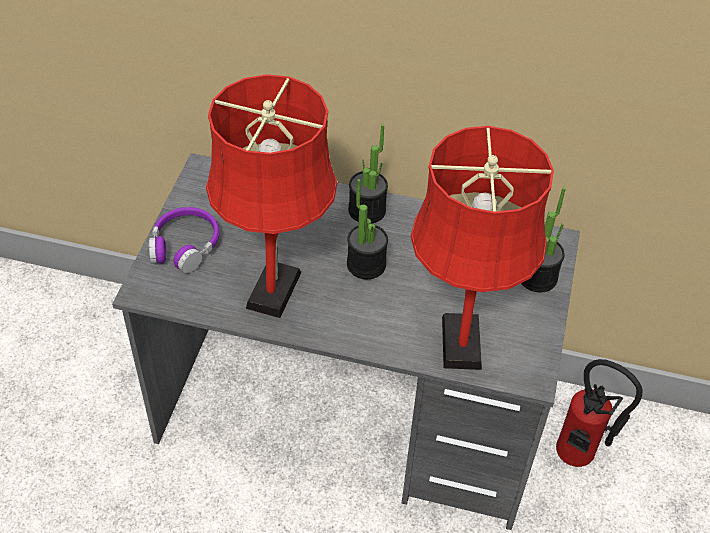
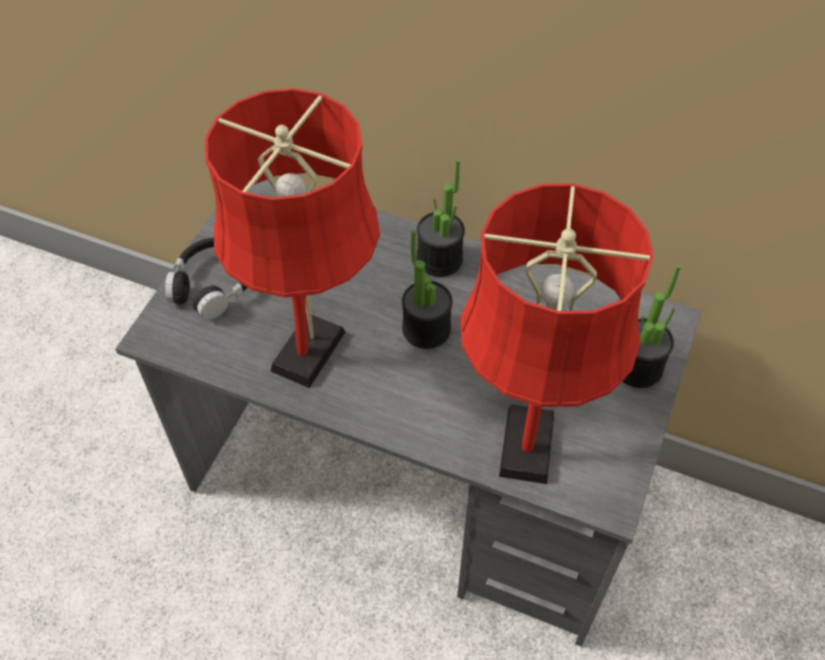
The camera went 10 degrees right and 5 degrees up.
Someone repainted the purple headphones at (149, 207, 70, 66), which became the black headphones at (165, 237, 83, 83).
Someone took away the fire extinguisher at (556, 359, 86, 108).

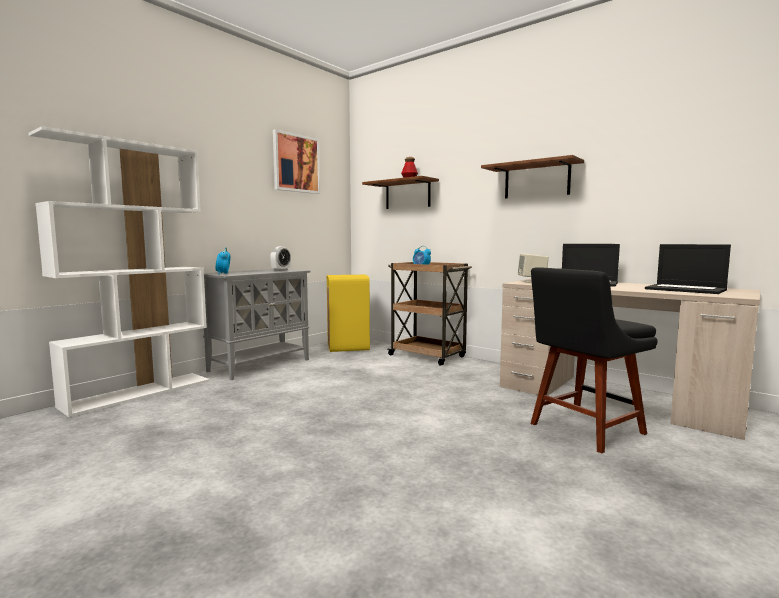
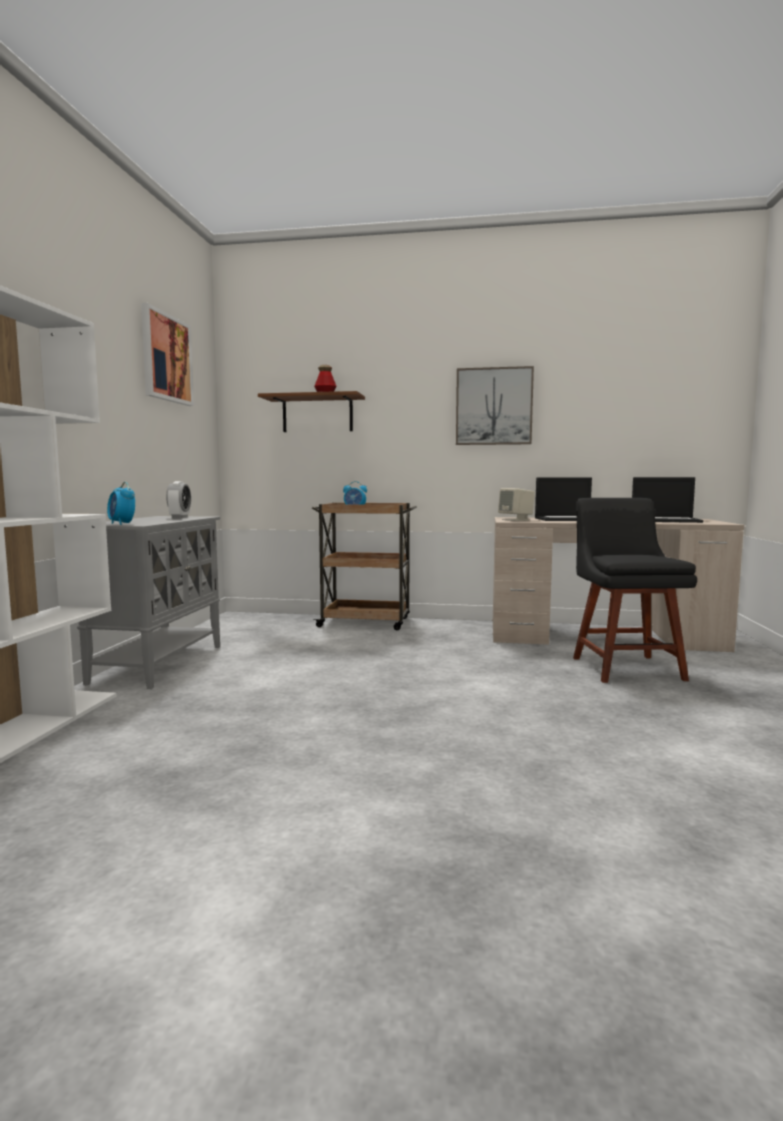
The camera went 30 degrees left and 0 degrees up.
Someone swapped the brown shelf at (481, 155, 103, 44) for the picture at (456, 366, 78, 79).
Someone rotated the black chair at (530, 267, 127, 187) by 150 degrees clockwise.
Someone took away the yellow trash can at (327, 275, 43, 77).

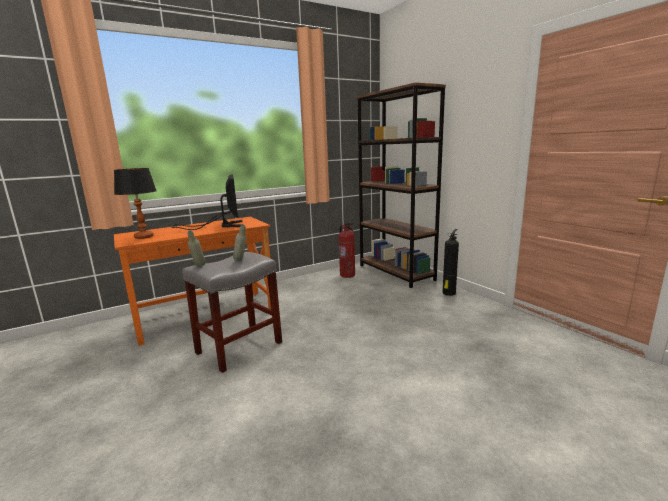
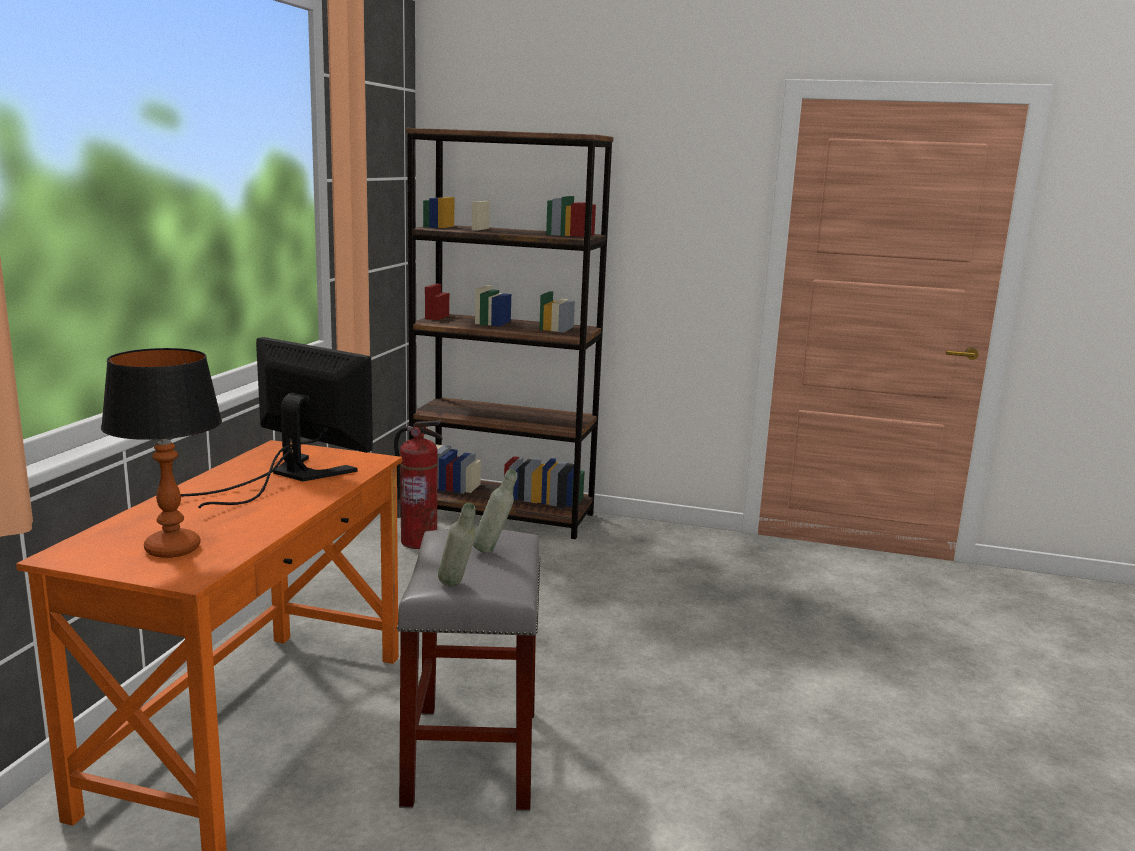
The camera went 45 degrees left and 0 degrees up.
Someone took away the fire extinguisher at (443, 229, 16, 67).

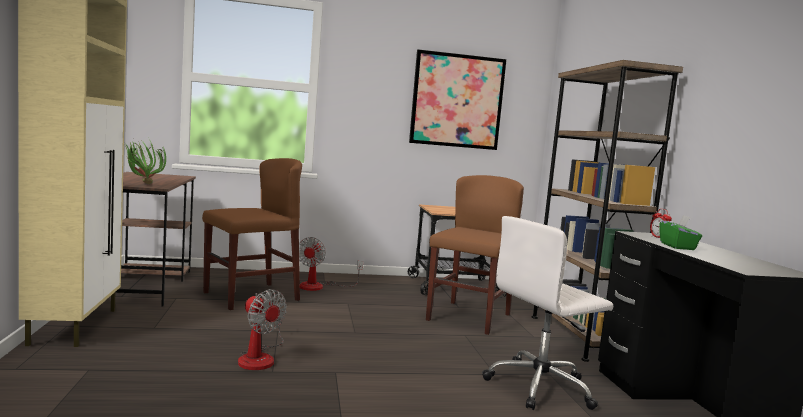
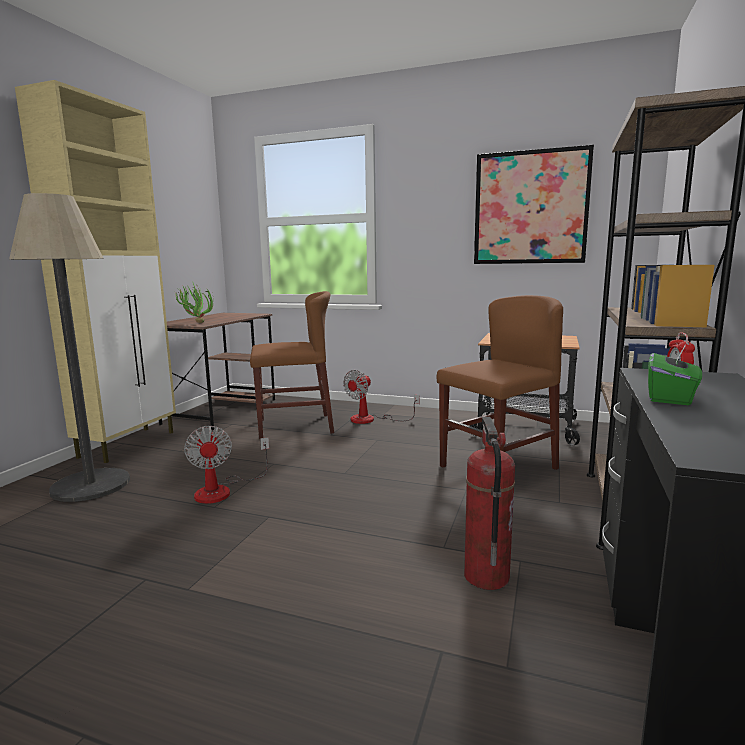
The camera went 30 degrees right and 5 degrees up.
Someone put down the floor lamp at (9, 193, 121, 309).
Someone swapped the white office chair at (482, 216, 131, 194) for the fire extinguisher at (464, 417, 51, 173).

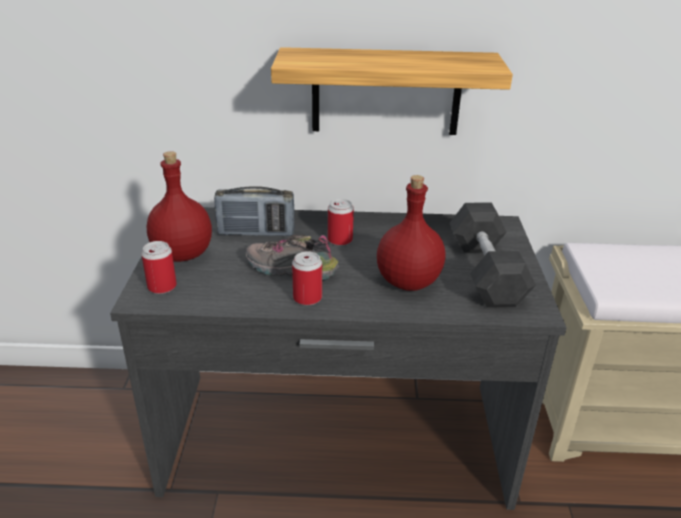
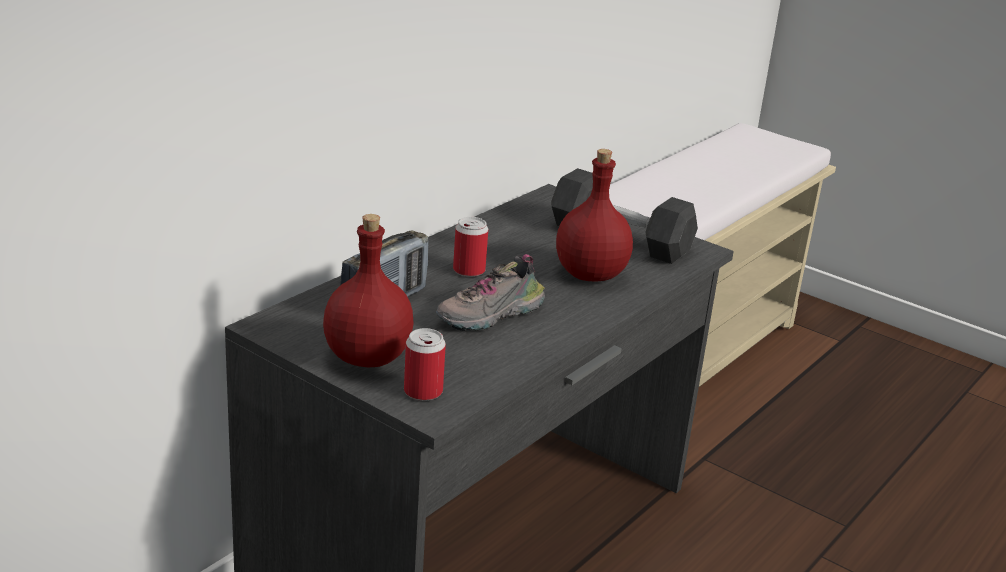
The camera went 55 degrees left and 5 degrees down.
Someone took away the shelf at (271, 47, 242, 88).
Someone took away the can at (292, 251, 30, 54).

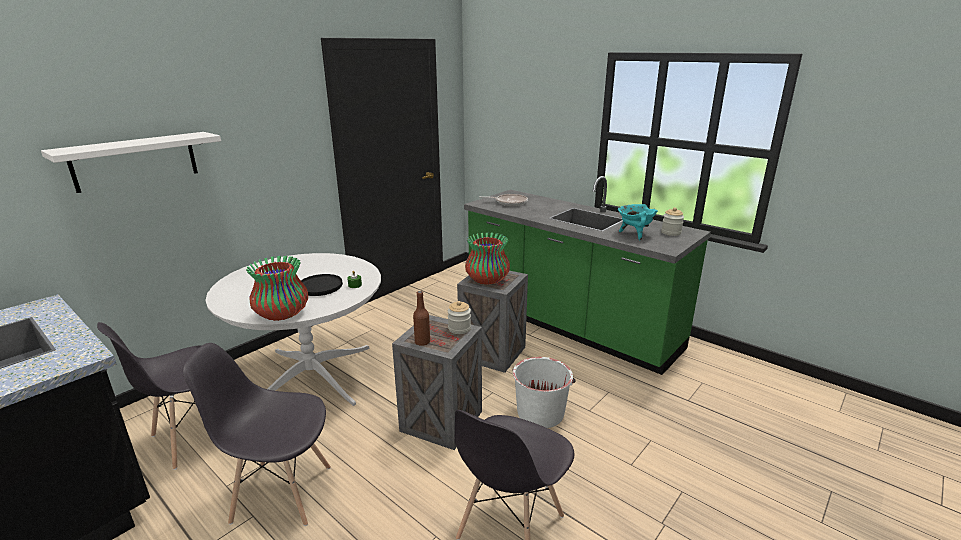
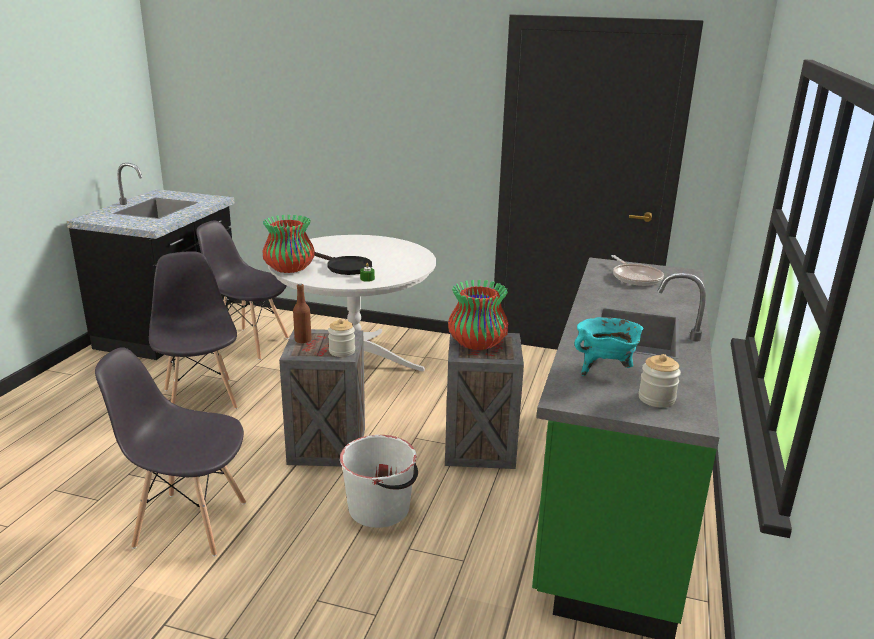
The camera went 65 degrees right and 0 degrees up.
Someone took away the white shelf at (41, 132, 180, 61).

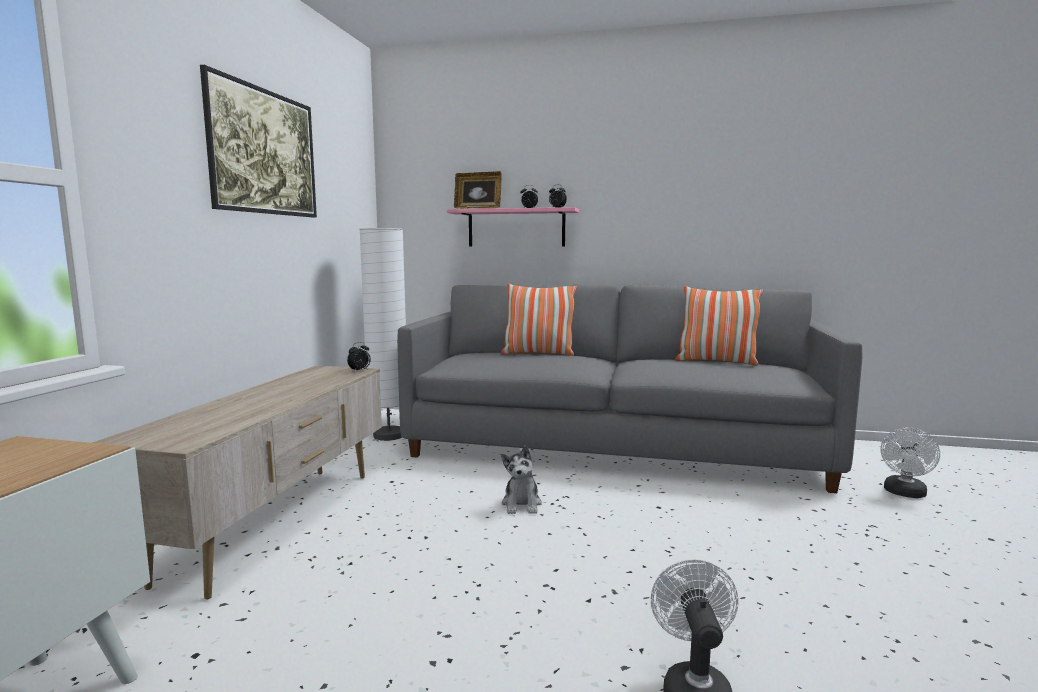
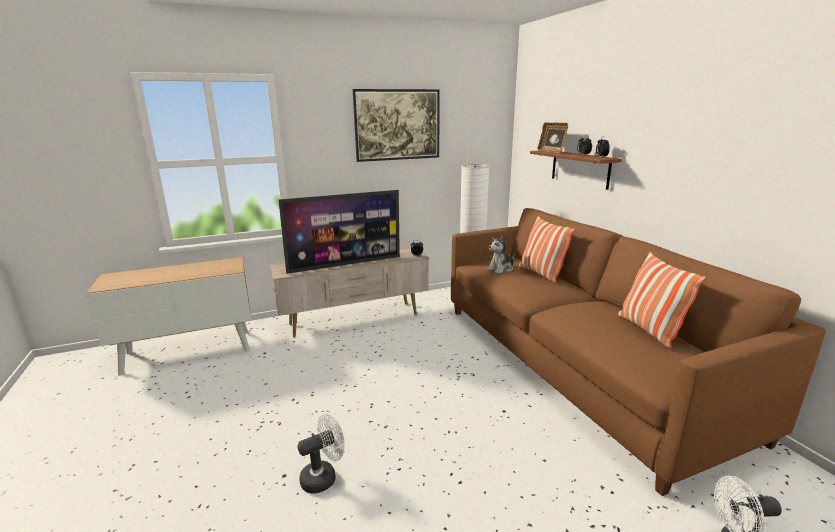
The camera went 55 degrees right and 10 degrees up.
Someone put down the television at (279, 190, 121, 84).
Someone repainted the grey sofa at (397, 284, 465, 209), which became the brown sofa at (451, 208, 375, 288).
Someone carried the plush toy from (501, 445, 41, 69) to (487, 235, 28, 39).
Someone repainted the pink shelf at (447, 207, 132, 39), which became the brown shelf at (530, 151, 92, 39).

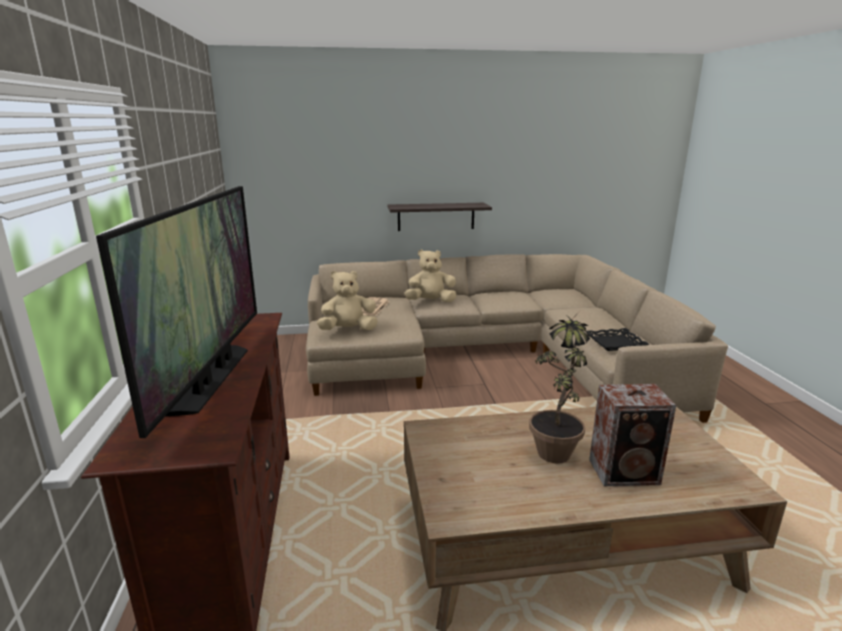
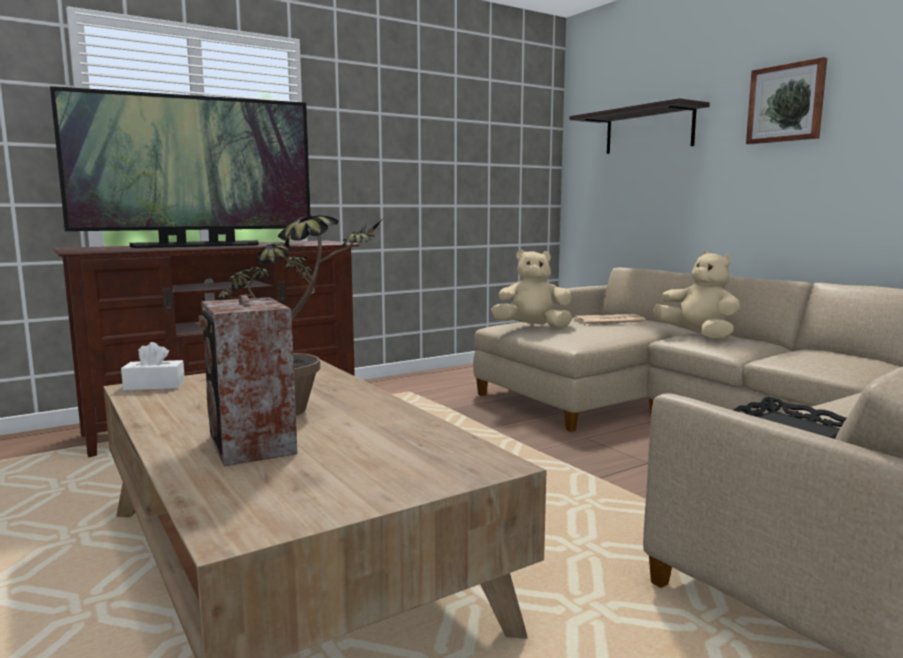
The camera went 65 degrees right and 10 degrees down.
Someone put down the white tissue box at (121, 342, 64, 48).
Someone rotated the beige plush toy at (317, 271, 61, 59) by 45 degrees counterclockwise.
Someone carried the shelf from (388, 203, 104, 28) to (570, 98, 140, 56).
Someone put up the picture at (746, 57, 81, 87).

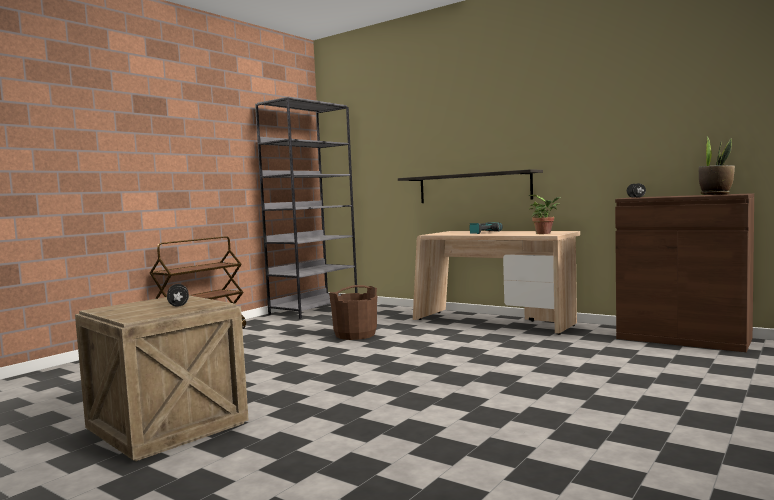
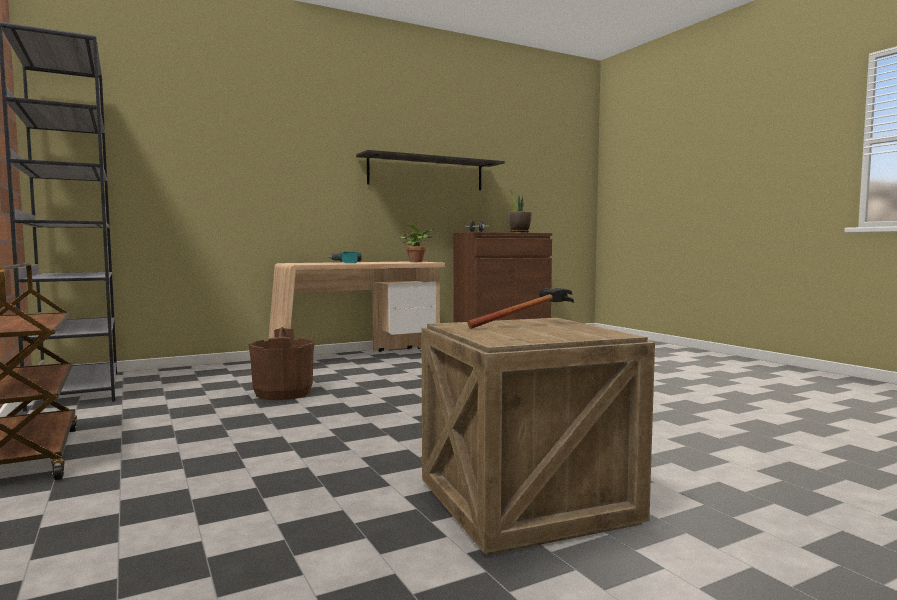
The camera went 65 degrees left and 0 degrees up.
Someone carried the shelf from (398, 169, 145, 34) to (356, 150, 149, 40).
Someone swapped the black dumbbell at (167, 284, 22, 23) for the hammer at (467, 288, 107, 41).

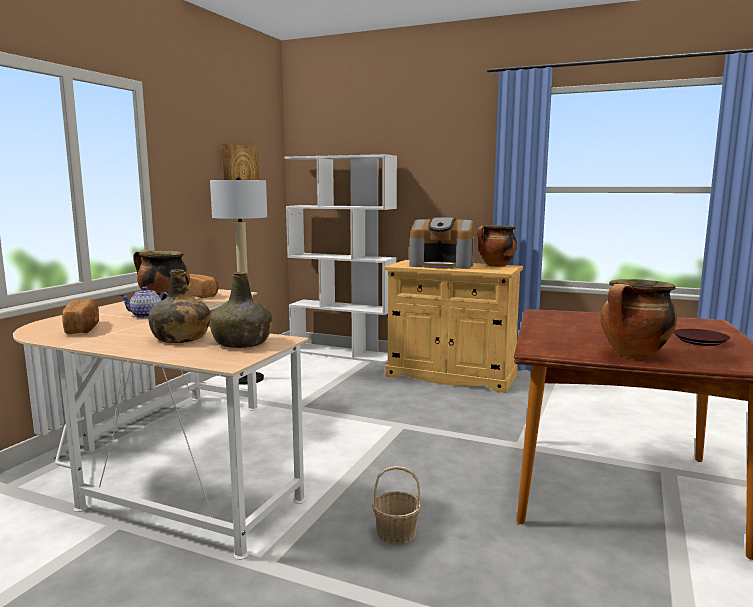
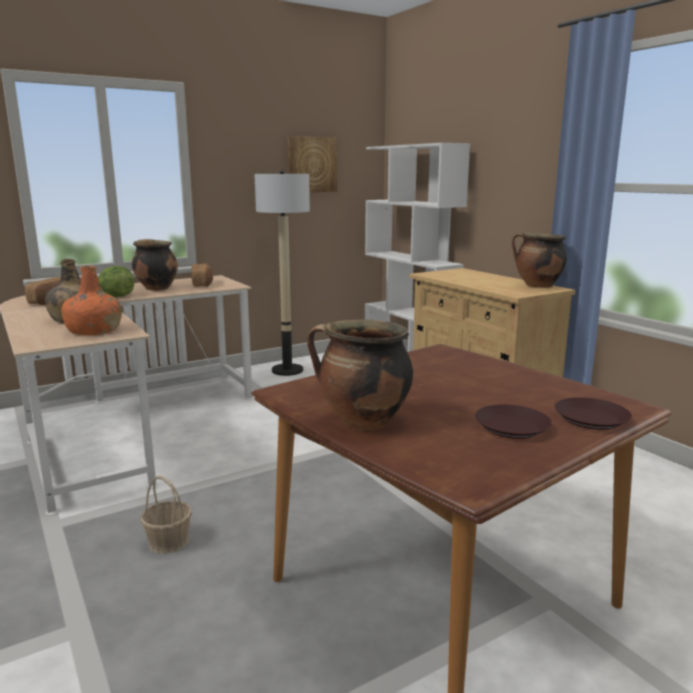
The camera went 35 degrees right and 5 degrees up.
Someone repainted the green bottle at (209, 272, 64, 76), which became the orange bottle at (61, 266, 61, 69).
Someone swapped the teapot at (119, 287, 49, 31) for the lettuce at (98, 266, 36, 31).
Someone put down the brown plate at (555, 397, 77, 33).
Someone took away the coffee machine at (409, 217, 65, 52).

